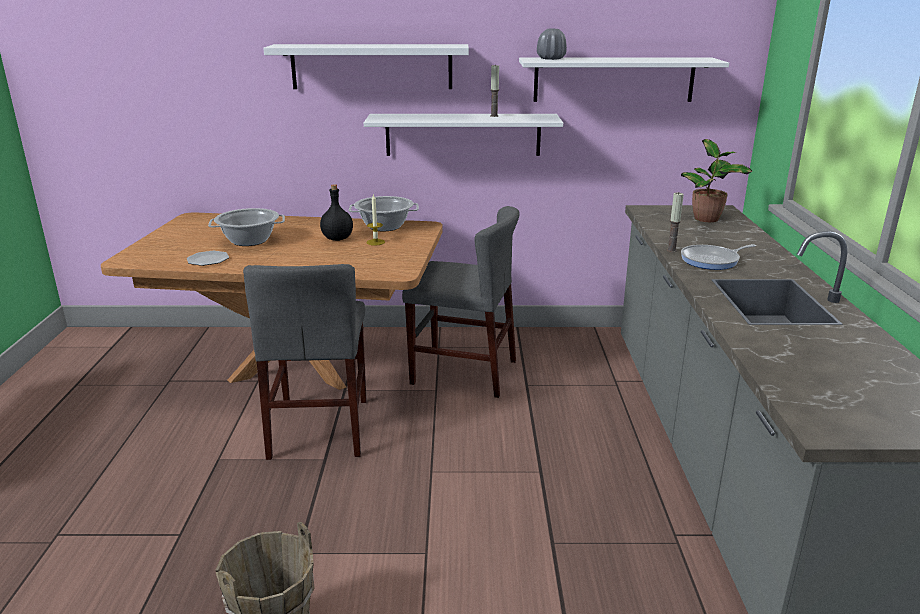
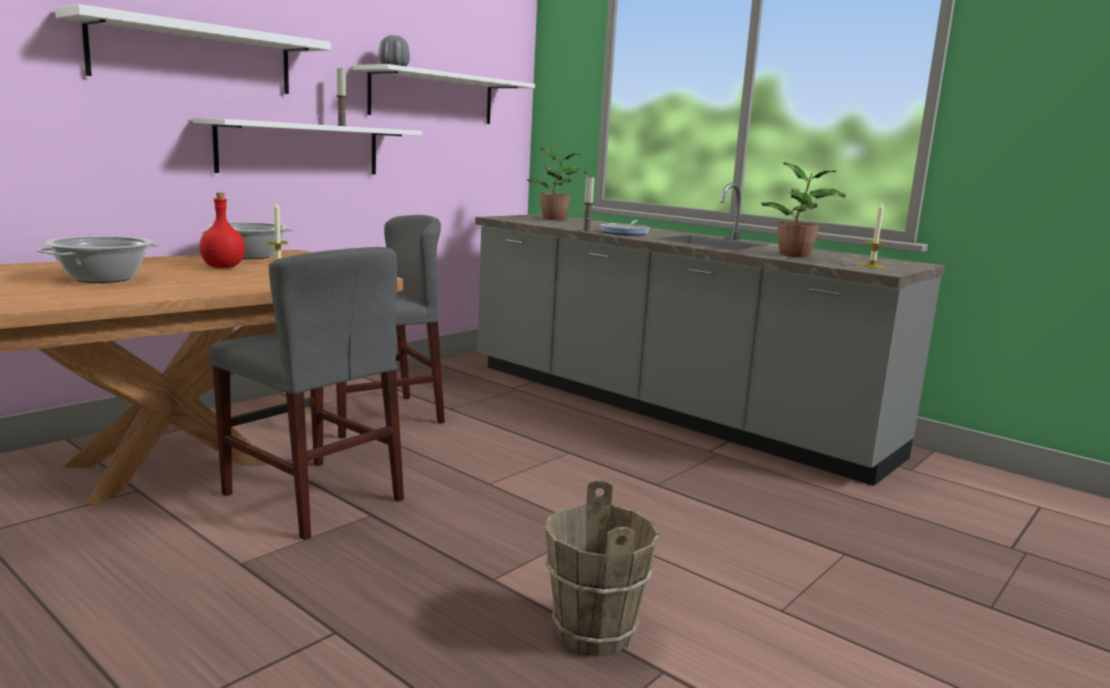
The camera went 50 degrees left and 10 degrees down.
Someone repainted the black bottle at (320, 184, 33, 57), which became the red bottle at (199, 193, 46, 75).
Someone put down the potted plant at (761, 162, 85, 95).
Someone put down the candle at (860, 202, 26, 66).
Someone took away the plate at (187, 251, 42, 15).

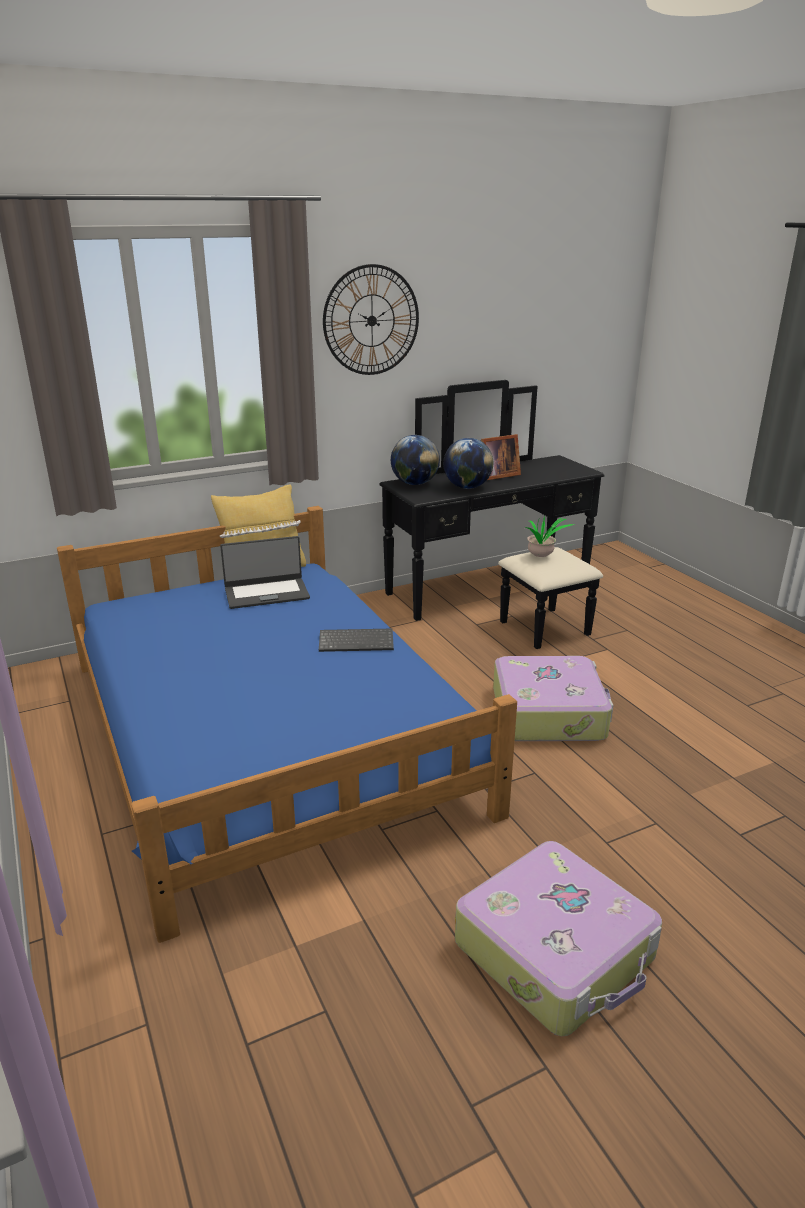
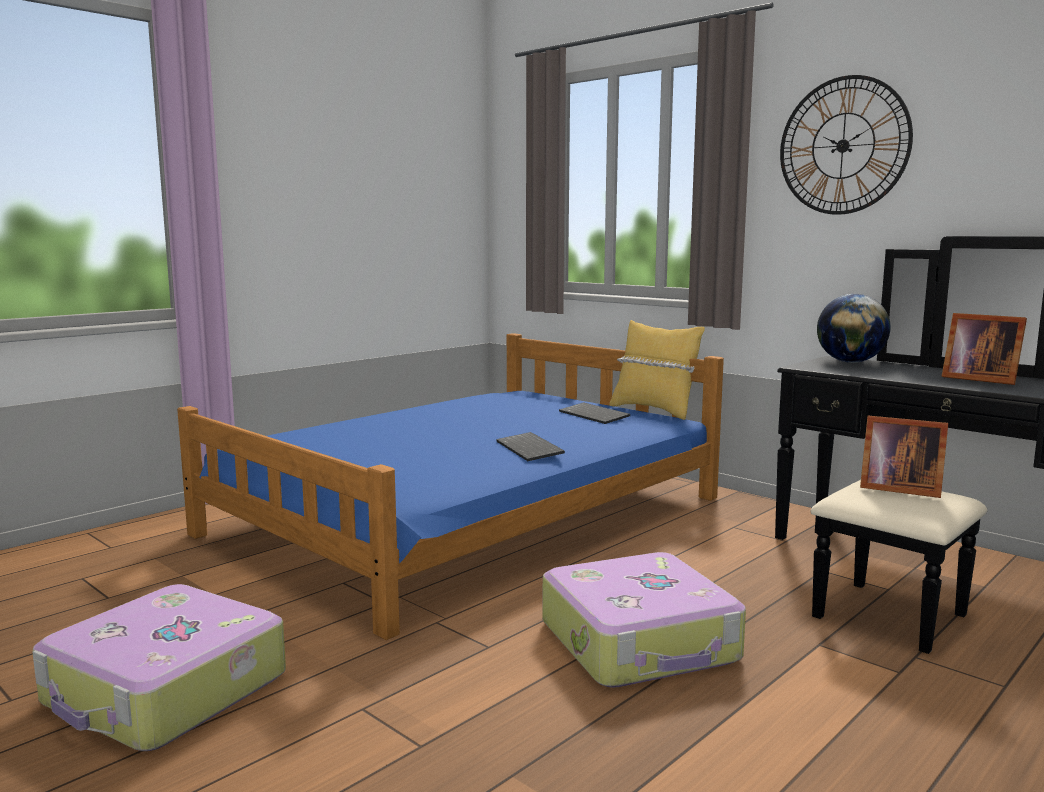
The camera went 70 degrees right and 15 degrees down.
Someone swapped the laptop at (220, 536, 90, 73) for the keyboard at (559, 402, 71, 22).
Someone swapped the potted plant at (526, 516, 49, 41) for the picture frame at (860, 416, 88, 82).
Someone took away the globe at (443, 438, 50, 51).

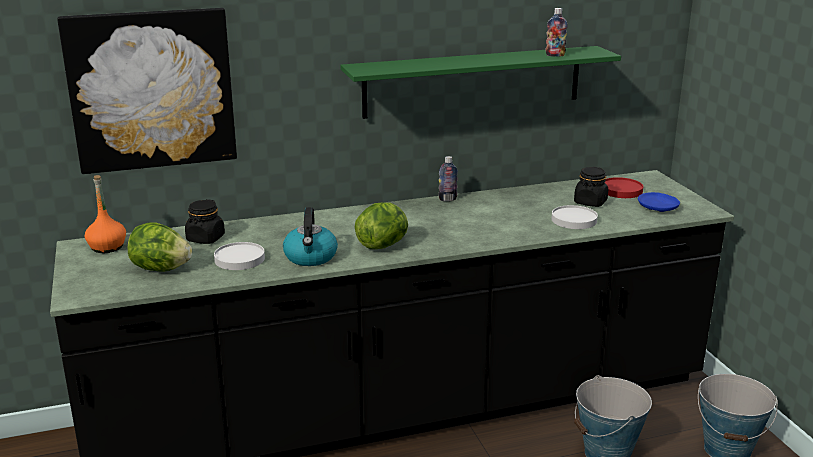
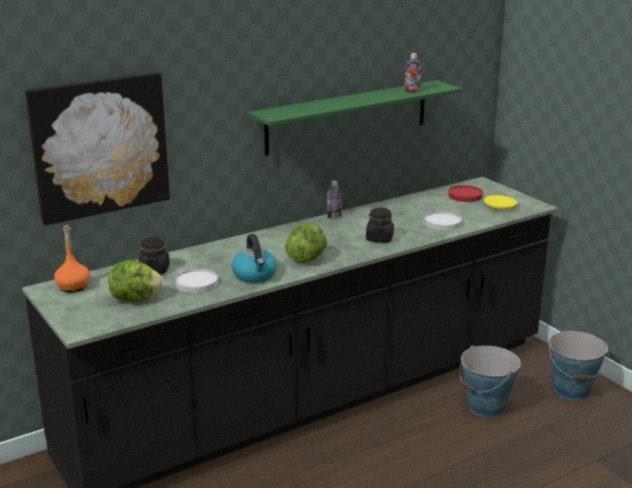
The camera went 15 degrees left and 0 degrees up.
Someone carried the black jar from (574, 167, 34, 40) to (366, 207, 28, 36).
Someone repainted the blue plate at (638, 192, 42, 20), which became the yellow plate at (484, 195, 33, 15).

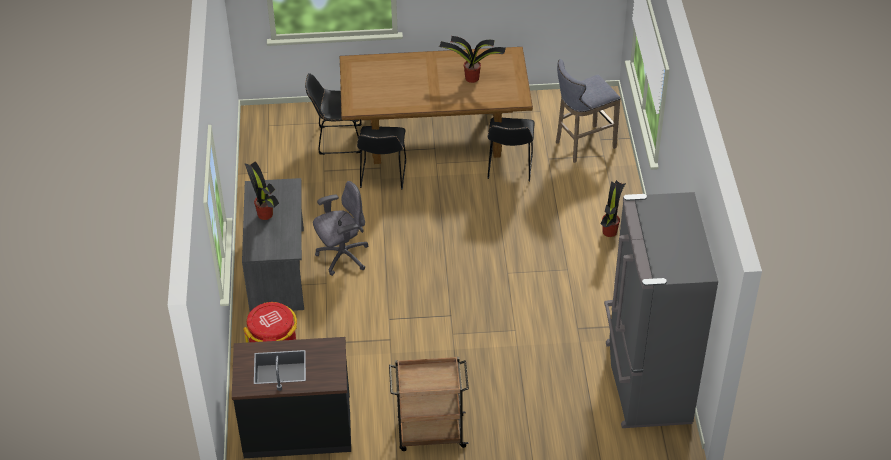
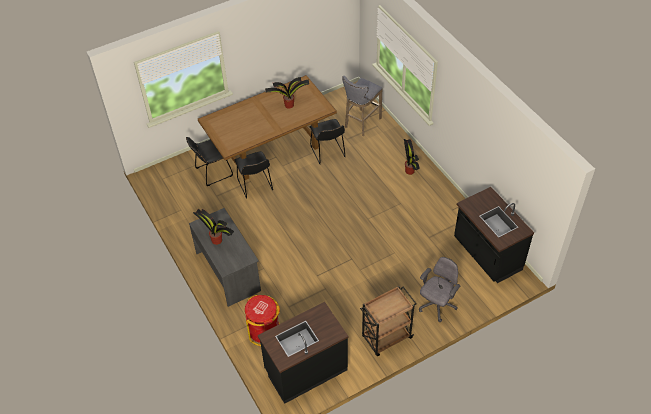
The camera went 25 degrees left and 5 degrees up.
Someone carried the grey office chair from (313, 181, 55, 95) to (419, 257, 41, 65).
Someone swapped the grey fridge at (604, 192, 114, 236) for the black counter at (454, 187, 80, 96).

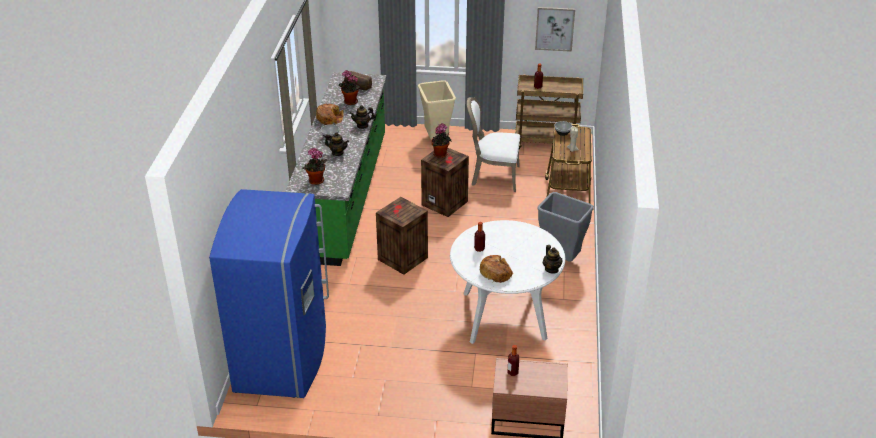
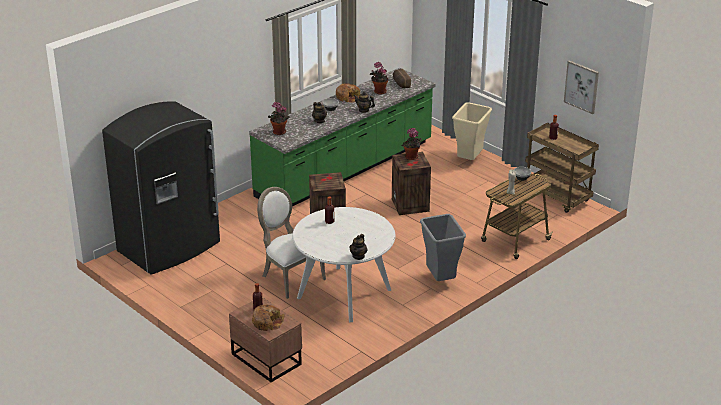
The camera went 40 degrees right and 5 degrees down.
Someone repainted the blue fridge at (209, 189, 120, 209), which became the black fridge at (102, 101, 118, 174).
Someone carried the bread from (480, 255, 33, 28) to (252, 305, 33, 26).
Someone carried the white chair from (467, 97, 53, 95) to (257, 187, 69, 112).

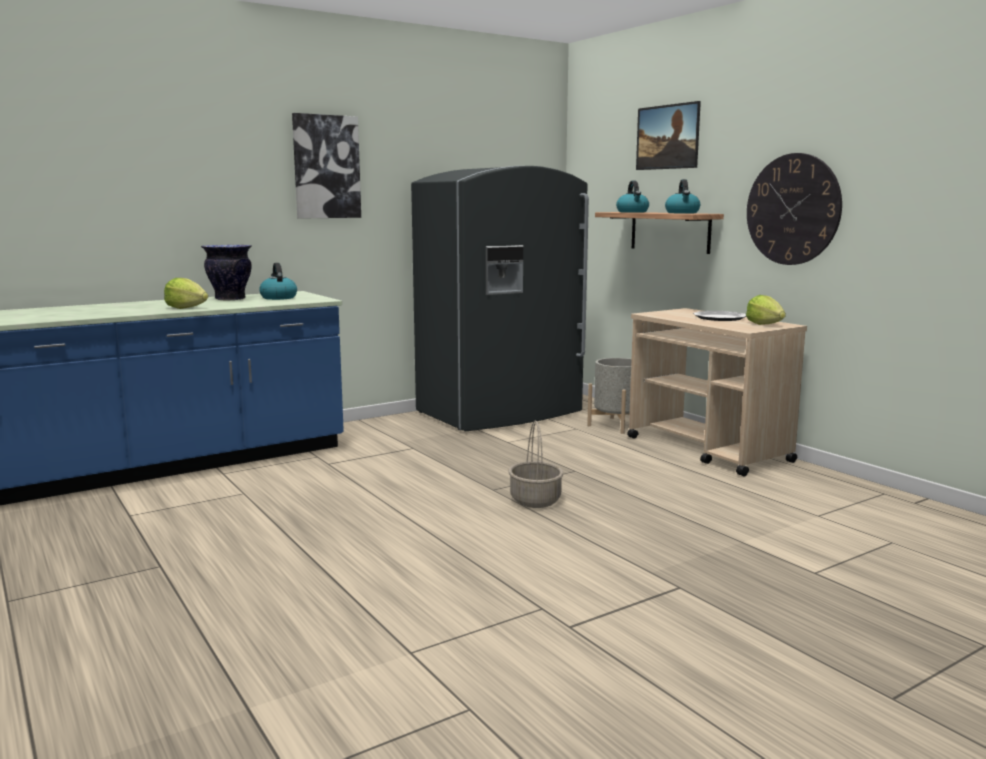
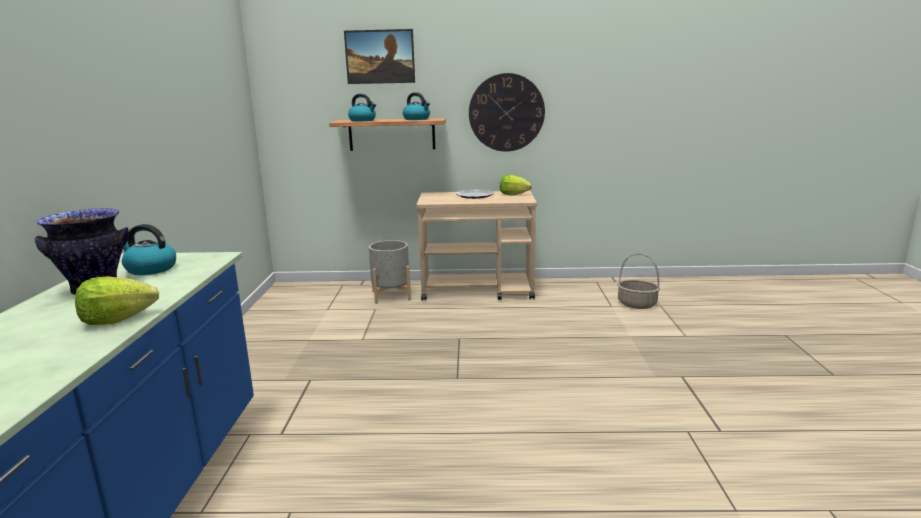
The camera went 55 degrees left and 5 degrees up.
Someone carried the basket from (509, 420, 54, 88) to (617, 253, 43, 56).
Someone took away the picture at (292, 113, 69, 106).
Someone took away the grey fridge at (411, 166, 178, 265).

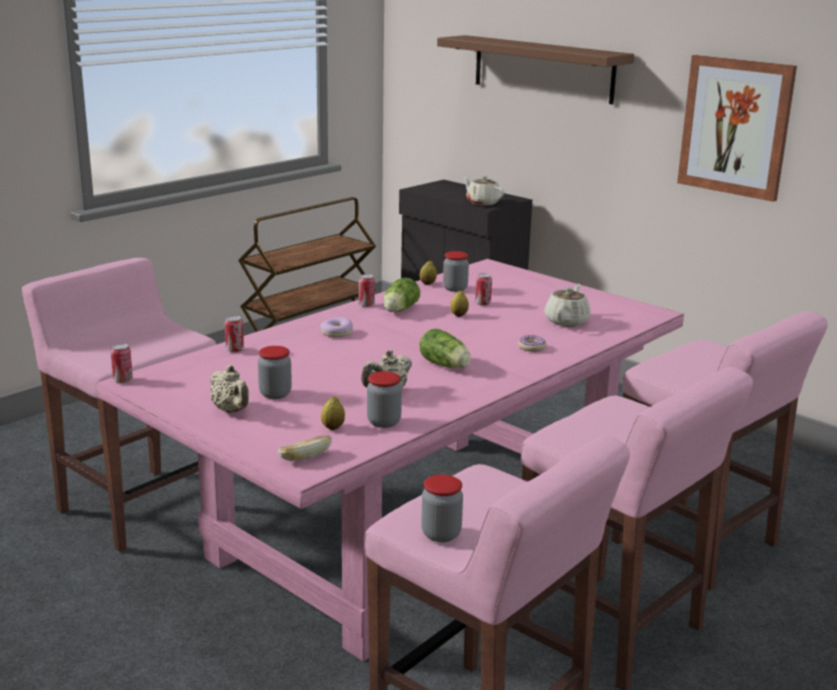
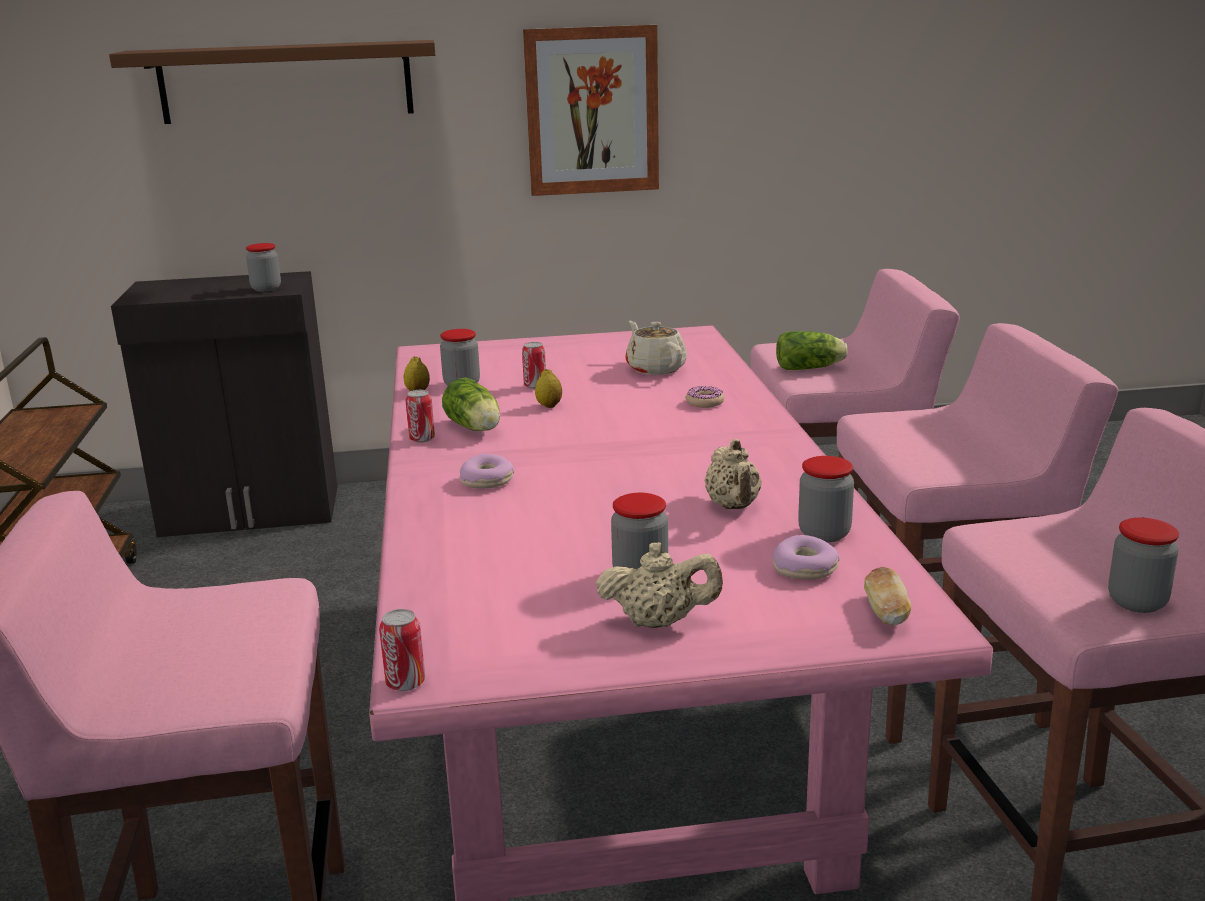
The camera went 50 degrees left and 0 degrees up.
Someone swapped the beige teapot at (463, 176, 41, 29) for the jar at (246, 243, 35, 49).
Someone swapped the lemon at (321, 396, 24, 34) for the donut at (773, 535, 66, 44).
Someone carried the lettuce from (419, 328, 52, 40) to (776, 331, 71, 39).
Someone took away the can at (225, 316, 19, 37).

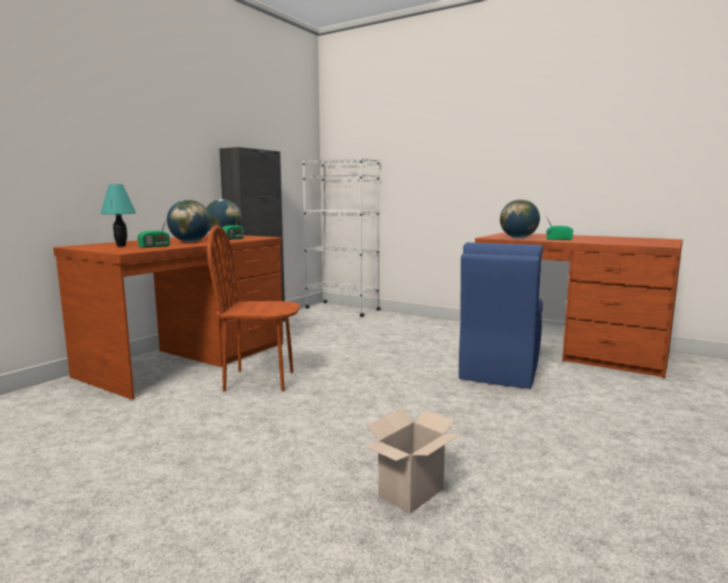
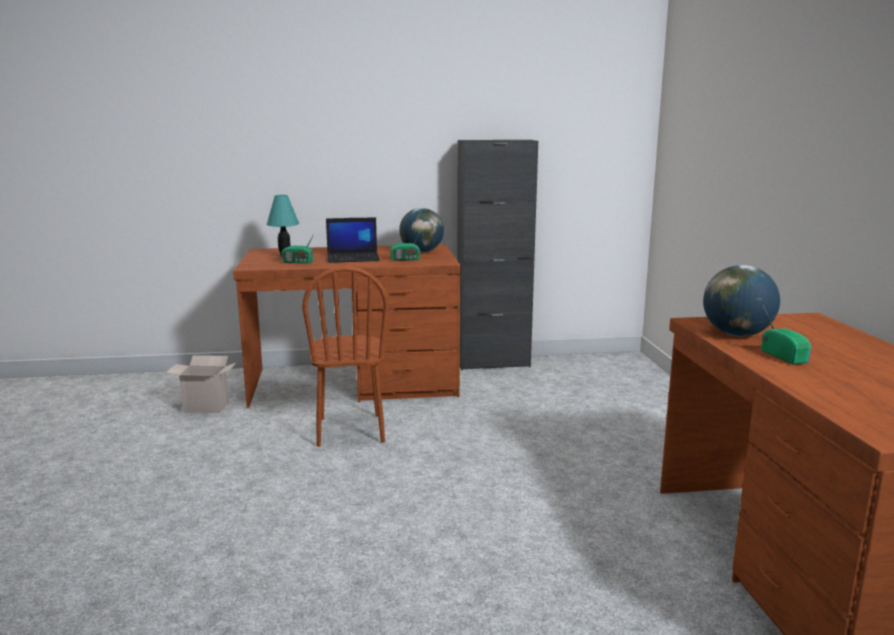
The camera went 50 degrees right and 5 degrees up.
Someone carried the cardboard box from (365, 408, 96, 106) to (166, 355, 71, 58).
Someone rotated the brown chair at (207, 225, 93, 166) by 150 degrees counterclockwise.
Someone swapped the globe at (167, 200, 44, 42) for the laptop at (326, 217, 54, 46).
Someone took away the white bookcase at (302, 158, 79, 159).
Someone took away the blue chair at (459, 242, 84, 147).

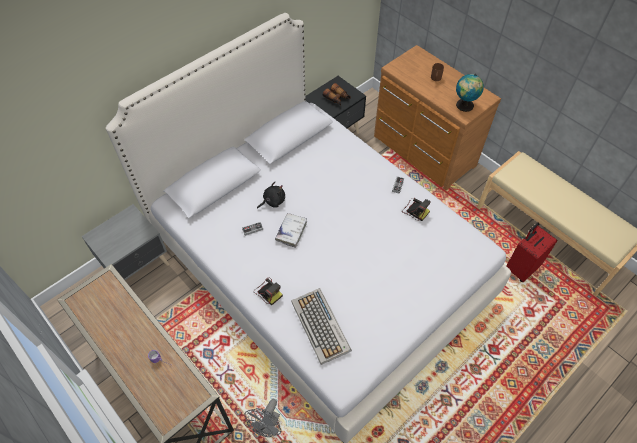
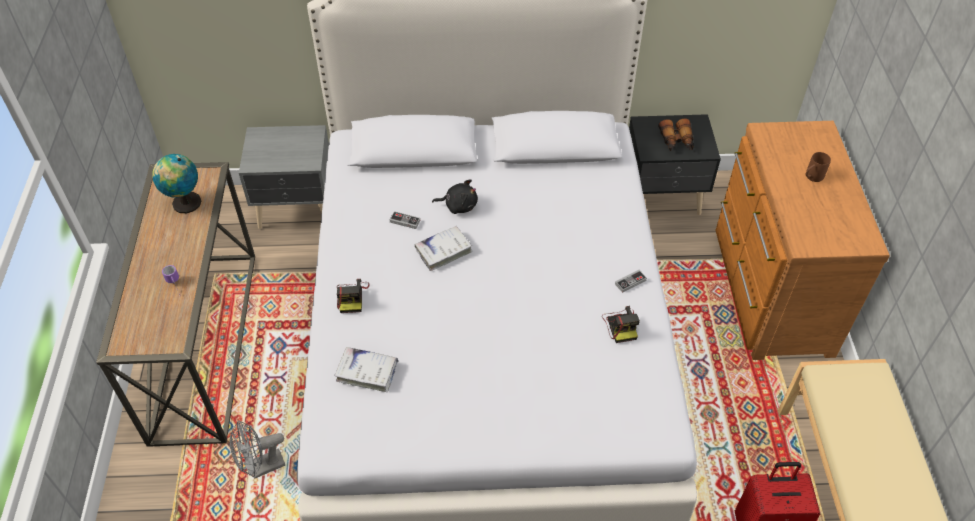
The camera went 40 degrees right and 5 degrees down.
Someone carried the globe from (456, 74, 28, 38) to (152, 154, 49, 59).
Someone swapped the keyboard at (291, 288, 61, 77) for the white book at (334, 347, 65, 45).

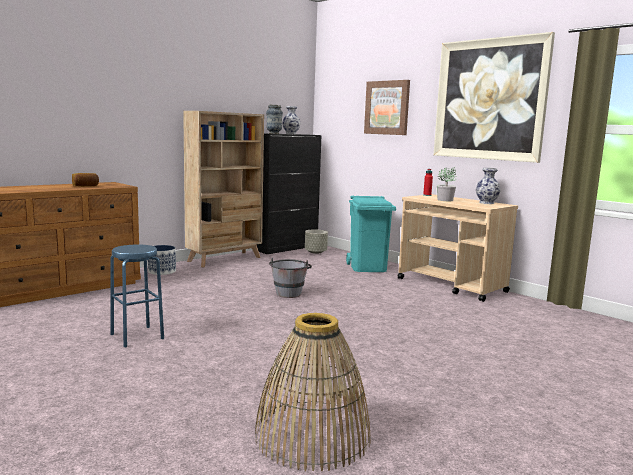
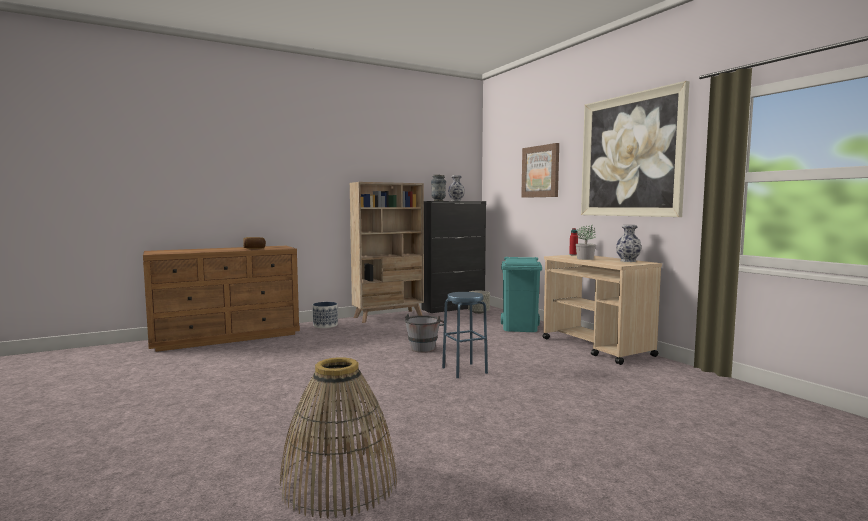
The camera went 15 degrees right and 5 degrees down.
Someone carried the blue stool from (110, 244, 54, 103) to (442, 292, 46, 86).

